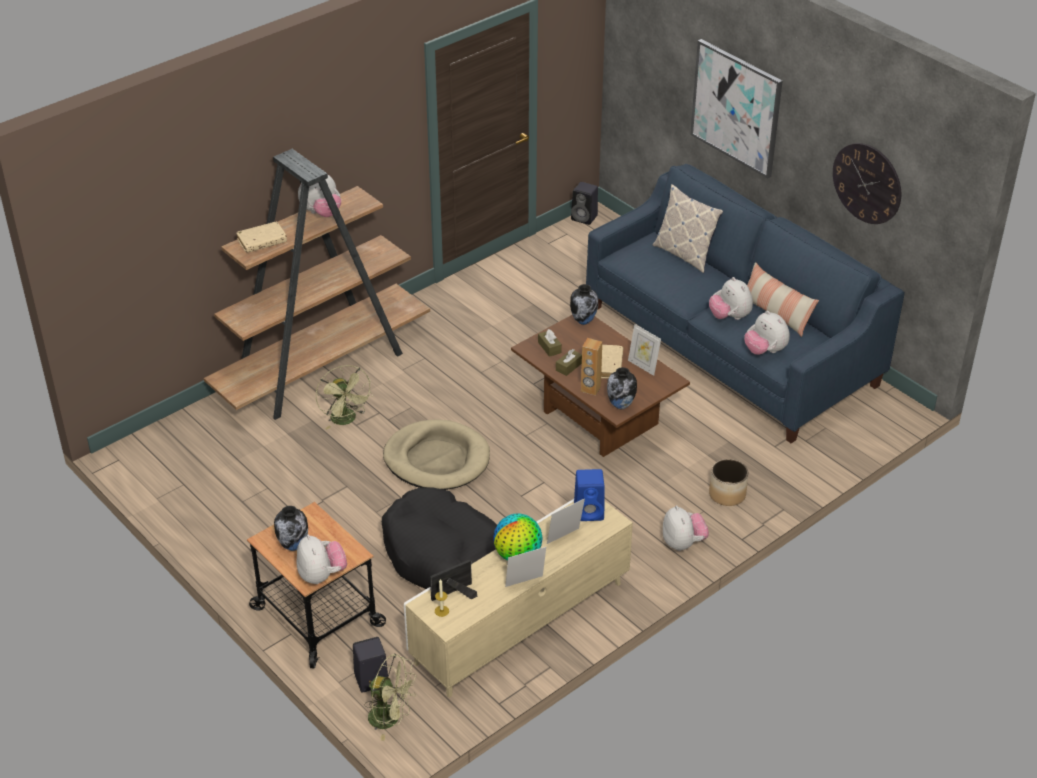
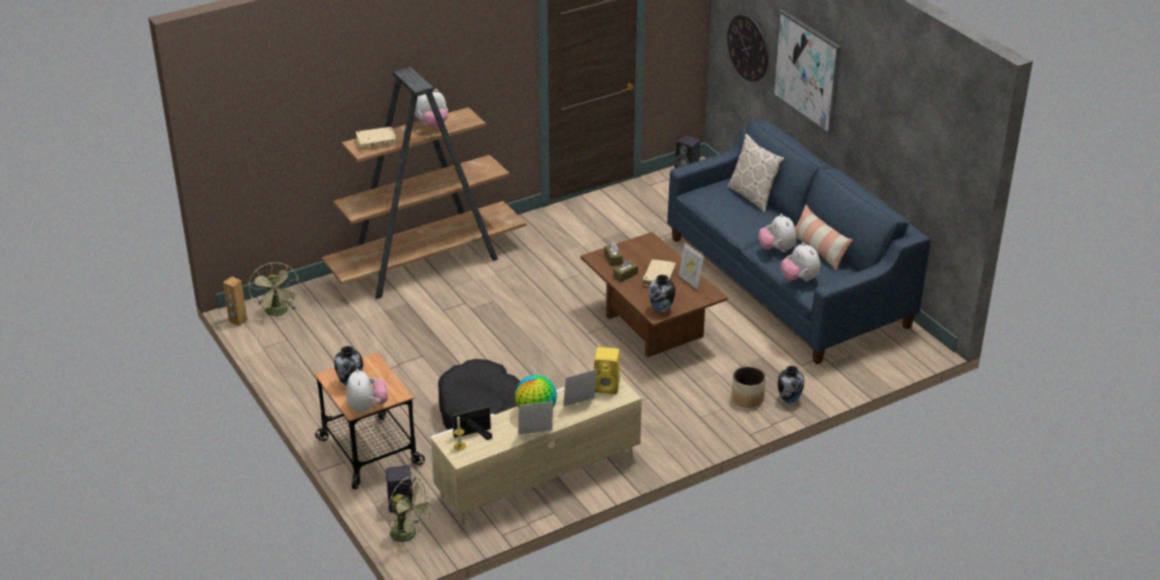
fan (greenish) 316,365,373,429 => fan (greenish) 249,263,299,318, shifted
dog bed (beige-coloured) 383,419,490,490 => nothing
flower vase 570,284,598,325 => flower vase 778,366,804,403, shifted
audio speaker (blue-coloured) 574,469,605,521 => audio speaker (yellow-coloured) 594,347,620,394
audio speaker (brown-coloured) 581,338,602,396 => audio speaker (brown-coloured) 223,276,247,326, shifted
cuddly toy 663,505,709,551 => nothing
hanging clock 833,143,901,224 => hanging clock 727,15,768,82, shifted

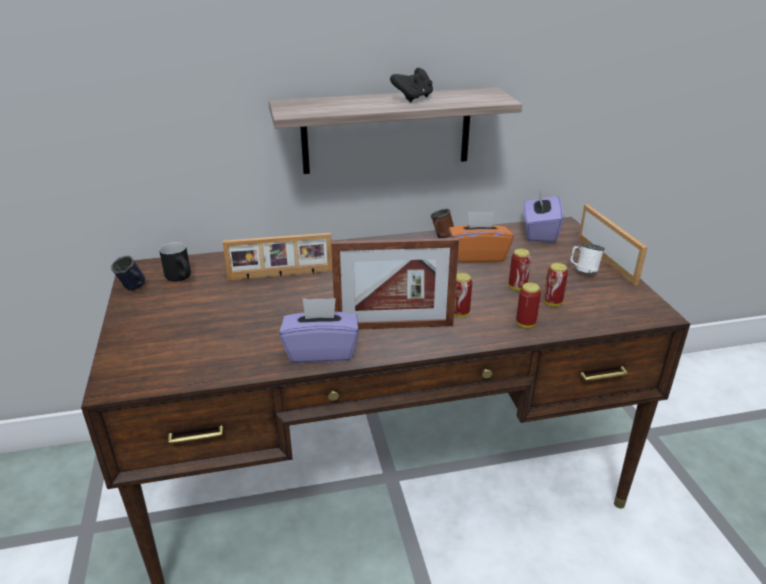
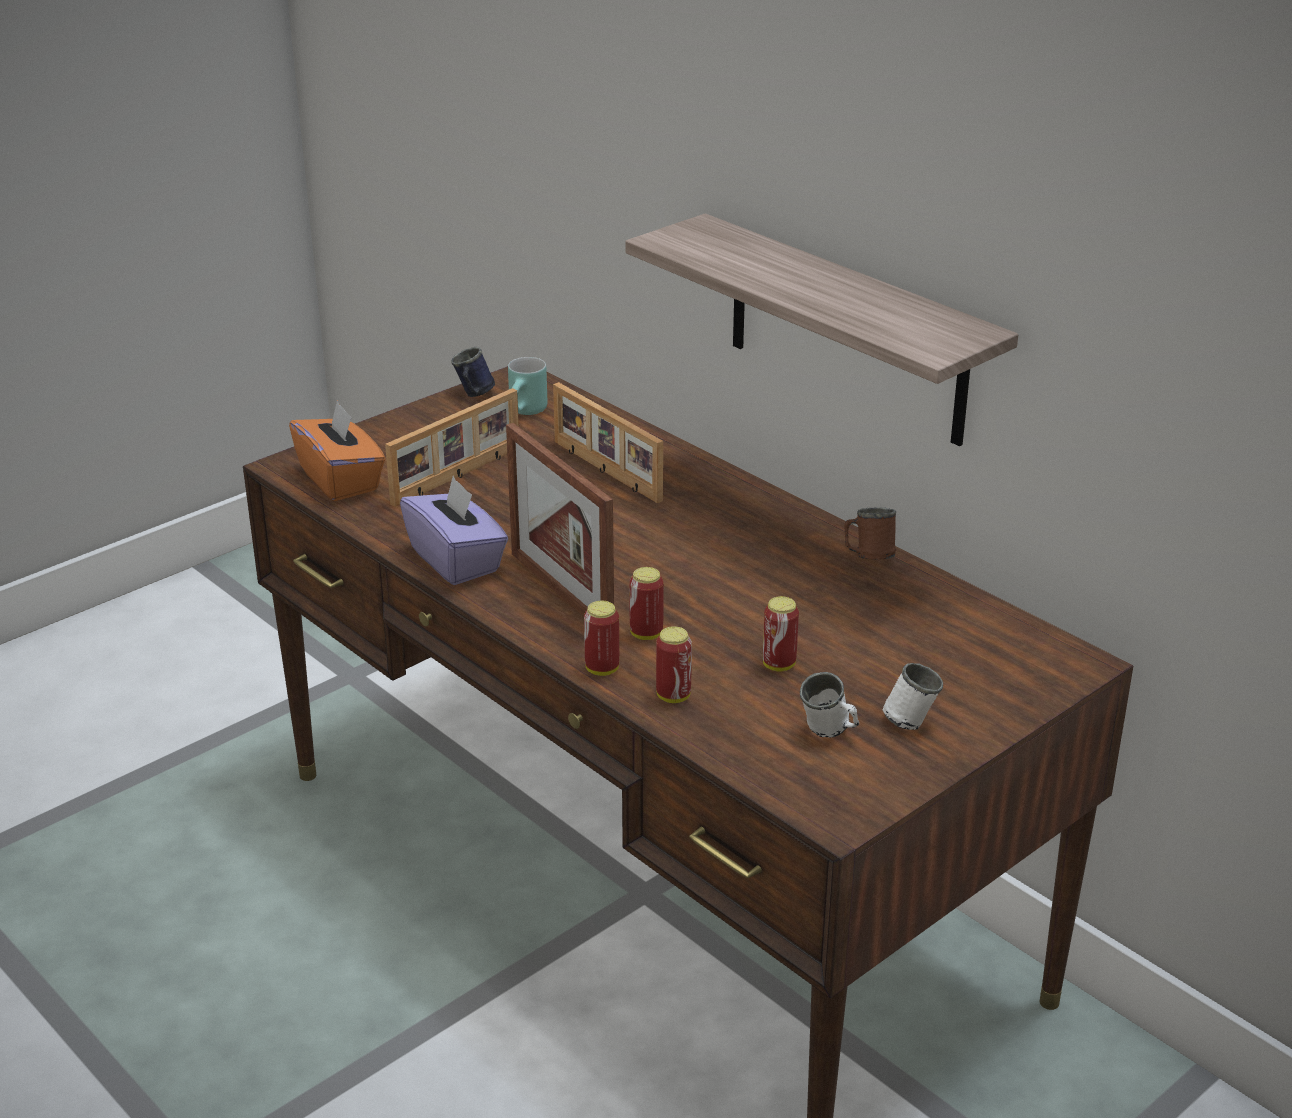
coffee mug (black) 159,242,191,281 => coffee mug (turquoise-coloured) 508,357,548,415
gamepad (black) 390,68,433,102 => nothing
tissue box (orange) 448,211,514,263 => tissue box (orange) 289,400,385,501, shifted
tissue box (purple) 523,188,563,243 => nothing
sealed can 544,263,568,306 => sealed can 584,601,619,676, shifted
photo frame 578,204,648,286 => photo frame 385,388,519,507, shifted
nothing => coffee mug (whitish) 800,672,859,738

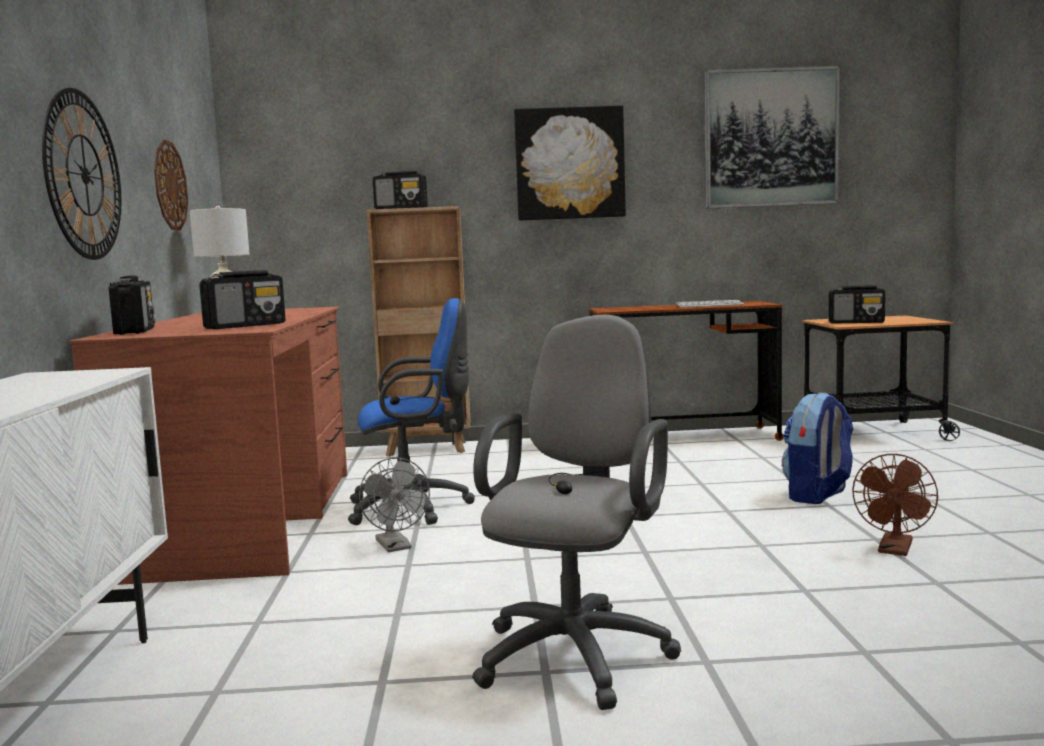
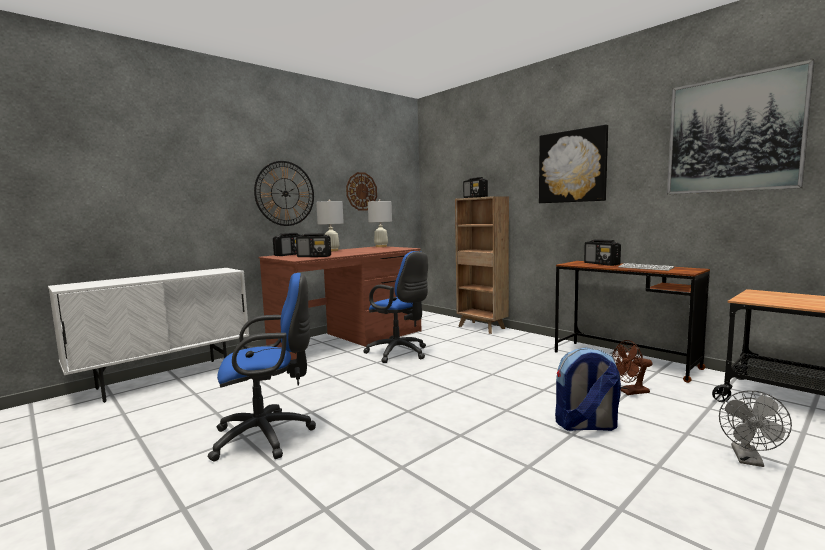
fan (greyish) 359,457,430,552 => fan (greyish) 719,390,792,467, shifted
office chair (greyish) 472,315,681,710 => office chair (blue-coloured) 208,273,316,462
radio receiver 829,285,885,324 => radio receiver 584,239,621,266, shifted
fan (brown-coloured) 852,454,938,556 => fan (brown-coloured) 612,340,653,395, shifted
nothing => lamp for a table (whitish) 316,200,344,251

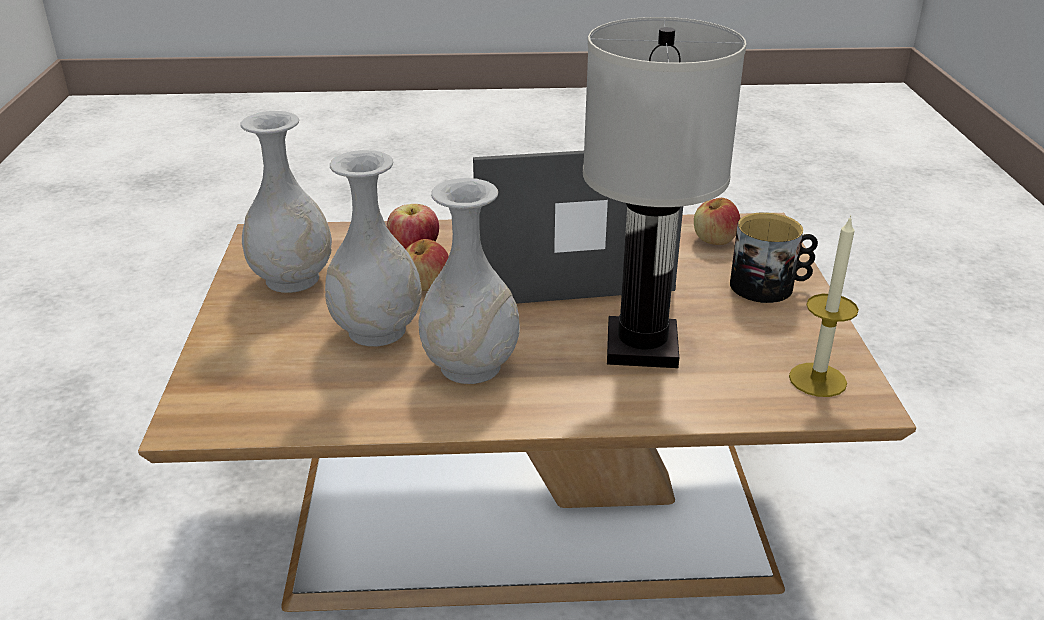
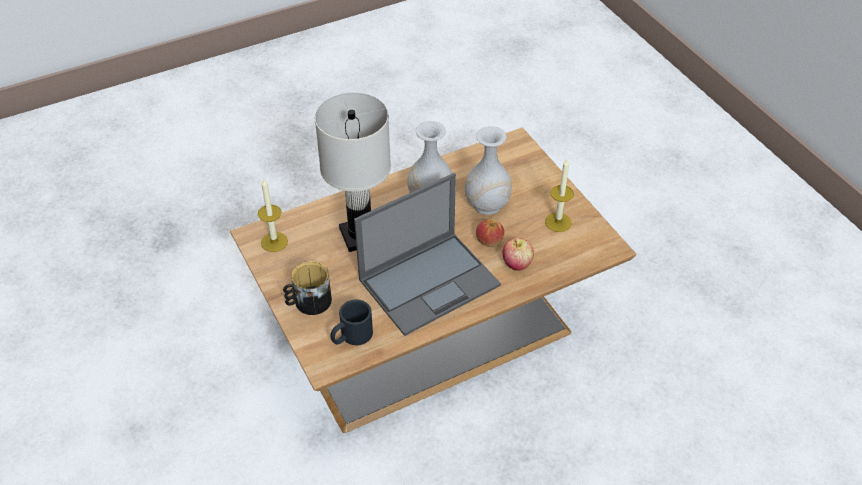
flower vase (whitish) 240,111,332,293 => wax light 545,159,574,232
apple fruit 694,198,740,245 => coffee mug (black) 331,299,373,345

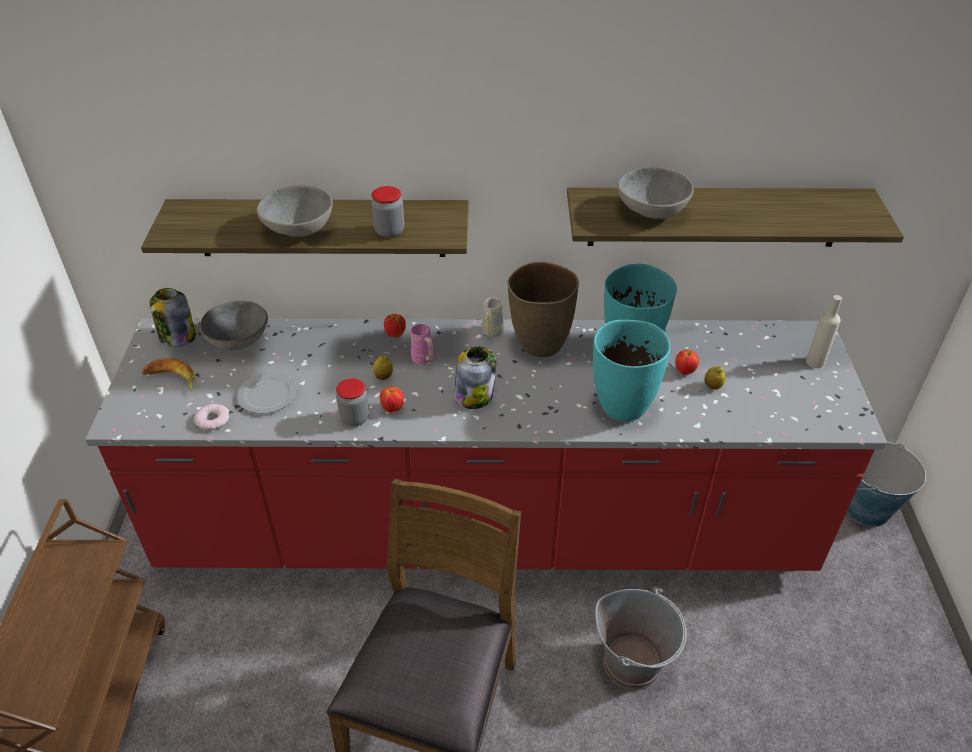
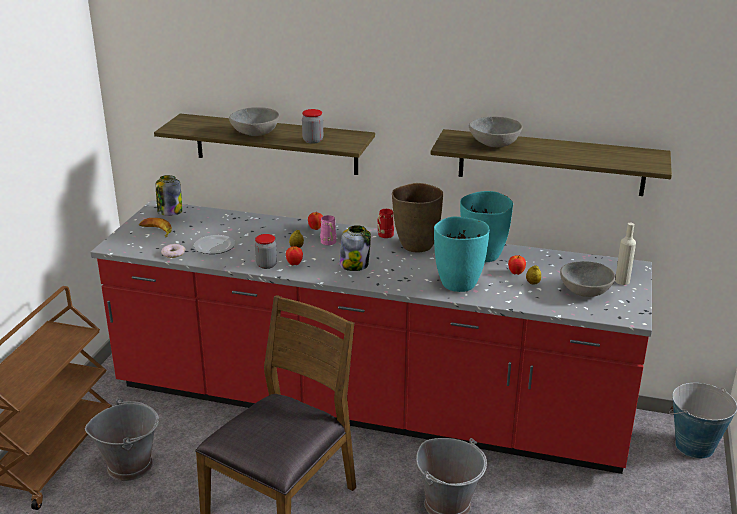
deep dish (greyish) 200,301,268,350 => deep dish (greyish) 560,261,616,297, shifted
coffee mug (beige-coloured) 482,298,504,337 => coffee mug (reddish) 378,209,394,238
nothing => pail (greyish) 85,398,159,481

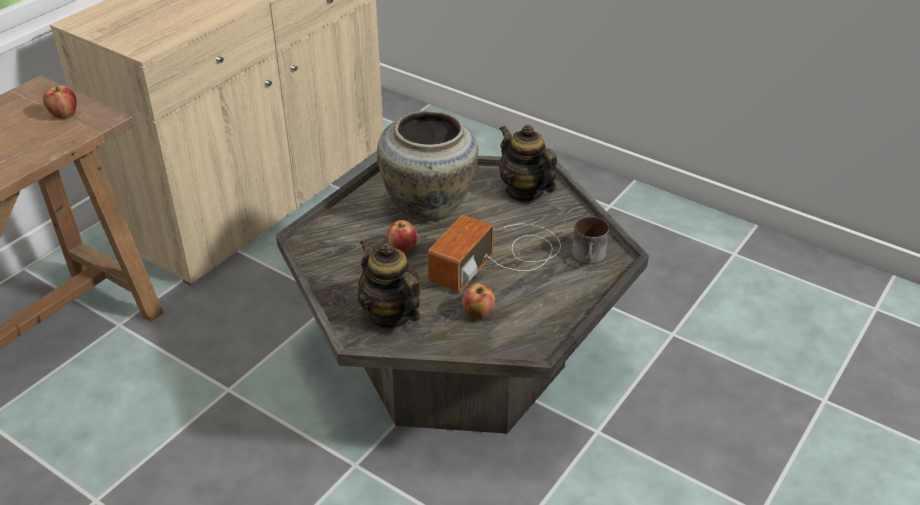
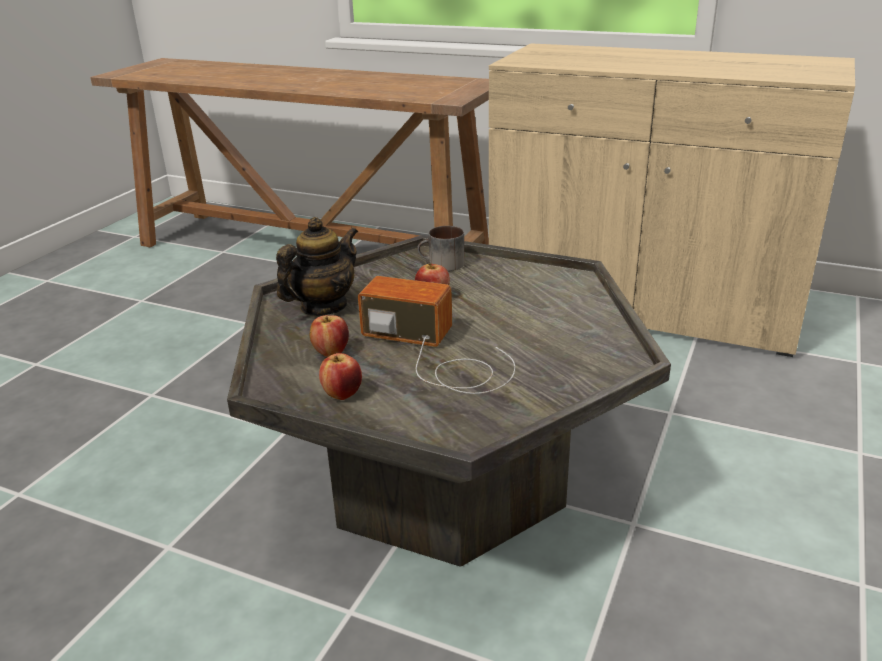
apple fruit 43,85,77,119 => apple fruit 319,353,362,400, shifted
flower vase (beige-coloured) 377,110,478,222 => nothing
tea pot 499,125,557,202 => nothing
coffee mug 572,216,609,264 => coffee mug 417,226,465,271, shifted

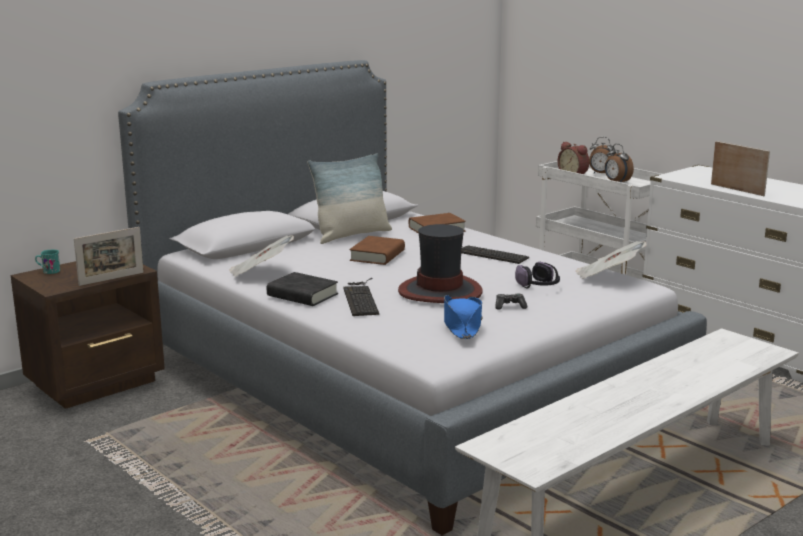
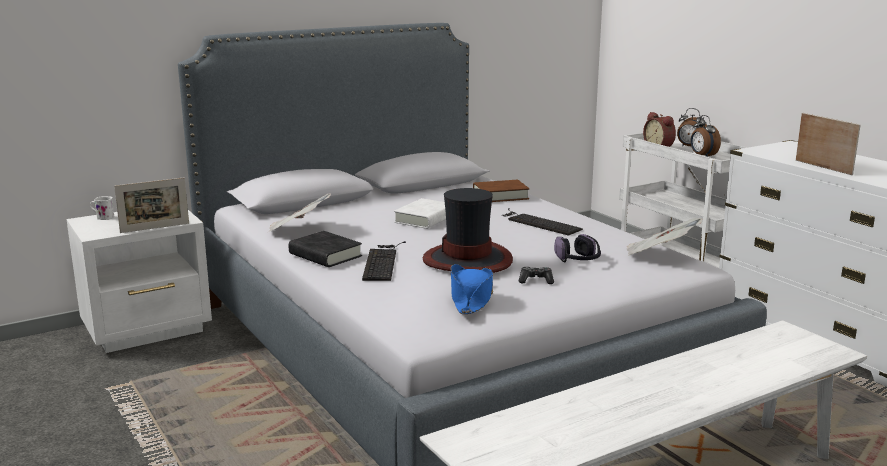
bedside table (brown-coloured) 11,261,165,409 => bedside table (whitish) 66,210,212,353
coffee mug (turquoise-coloured) 35,250,60,274 => coffee mug (whitish) 90,196,114,220
throw pillow 307,153,392,244 => nothing
volume (brown-coloured) 350,236,405,265 => volume (whitish) 394,198,446,229

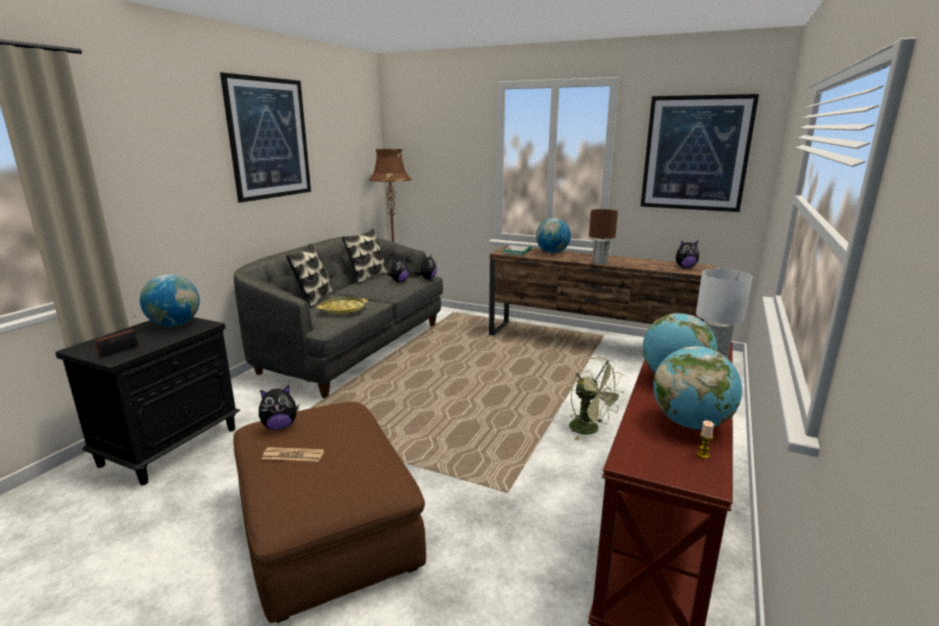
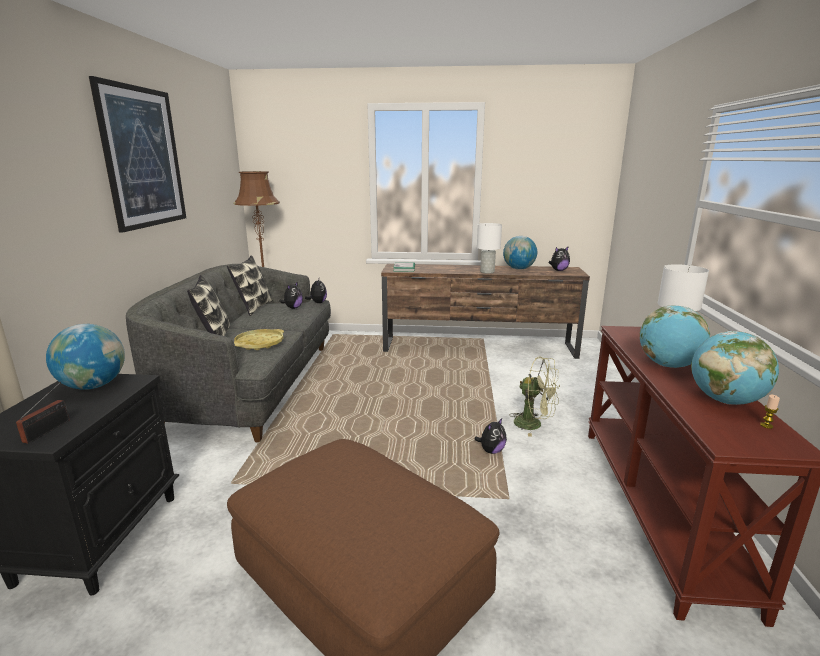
cuddly toy 259,386,299,430 => cuddly toy 475,418,507,454, shifted
daily paper 262,447,324,462 => nothing
globe 536,218,571,253 => globe 503,236,537,270, shifted
lamp for a table (brown-coloured) 589,209,618,264 => lamp for a table (whitish) 477,223,502,274
wall art 641,94,759,212 => nothing

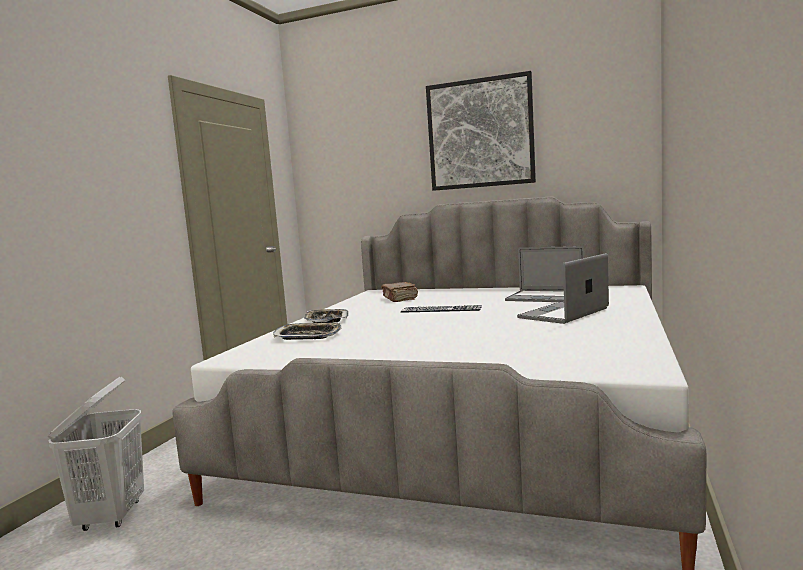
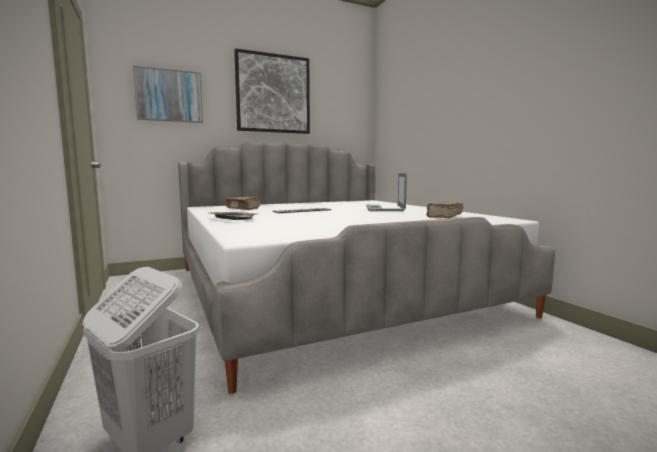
serving tray 273,322,342,340 => nothing
laptop 505,246,585,302 => nothing
nothing => wall art 133,66,203,123
nothing => volume (brown-coloured) 426,201,464,219

